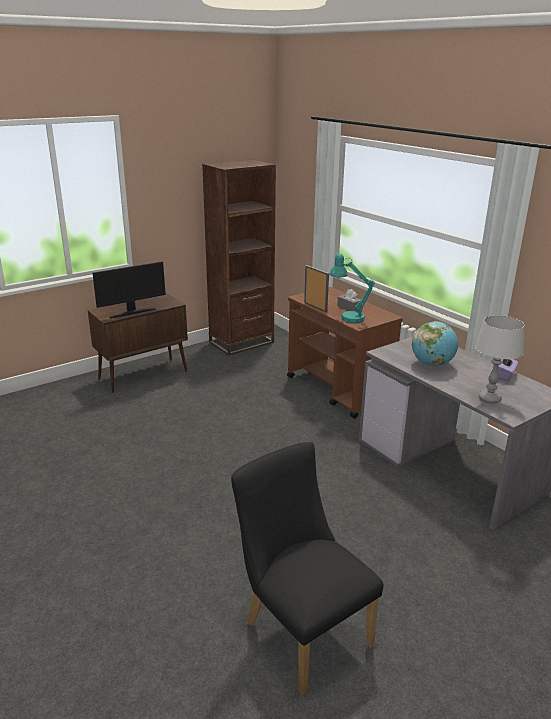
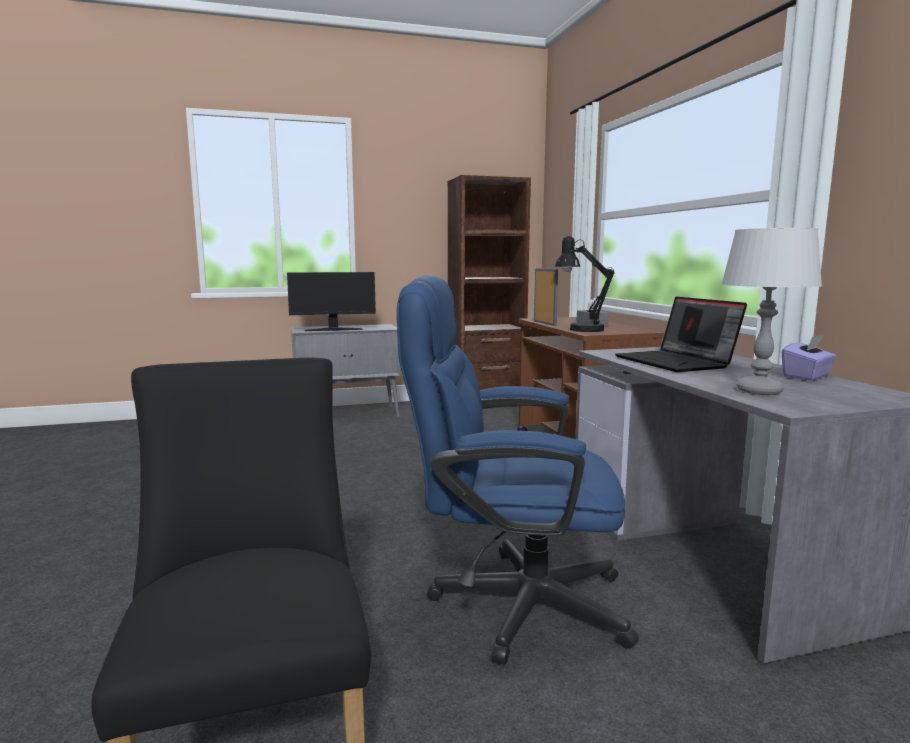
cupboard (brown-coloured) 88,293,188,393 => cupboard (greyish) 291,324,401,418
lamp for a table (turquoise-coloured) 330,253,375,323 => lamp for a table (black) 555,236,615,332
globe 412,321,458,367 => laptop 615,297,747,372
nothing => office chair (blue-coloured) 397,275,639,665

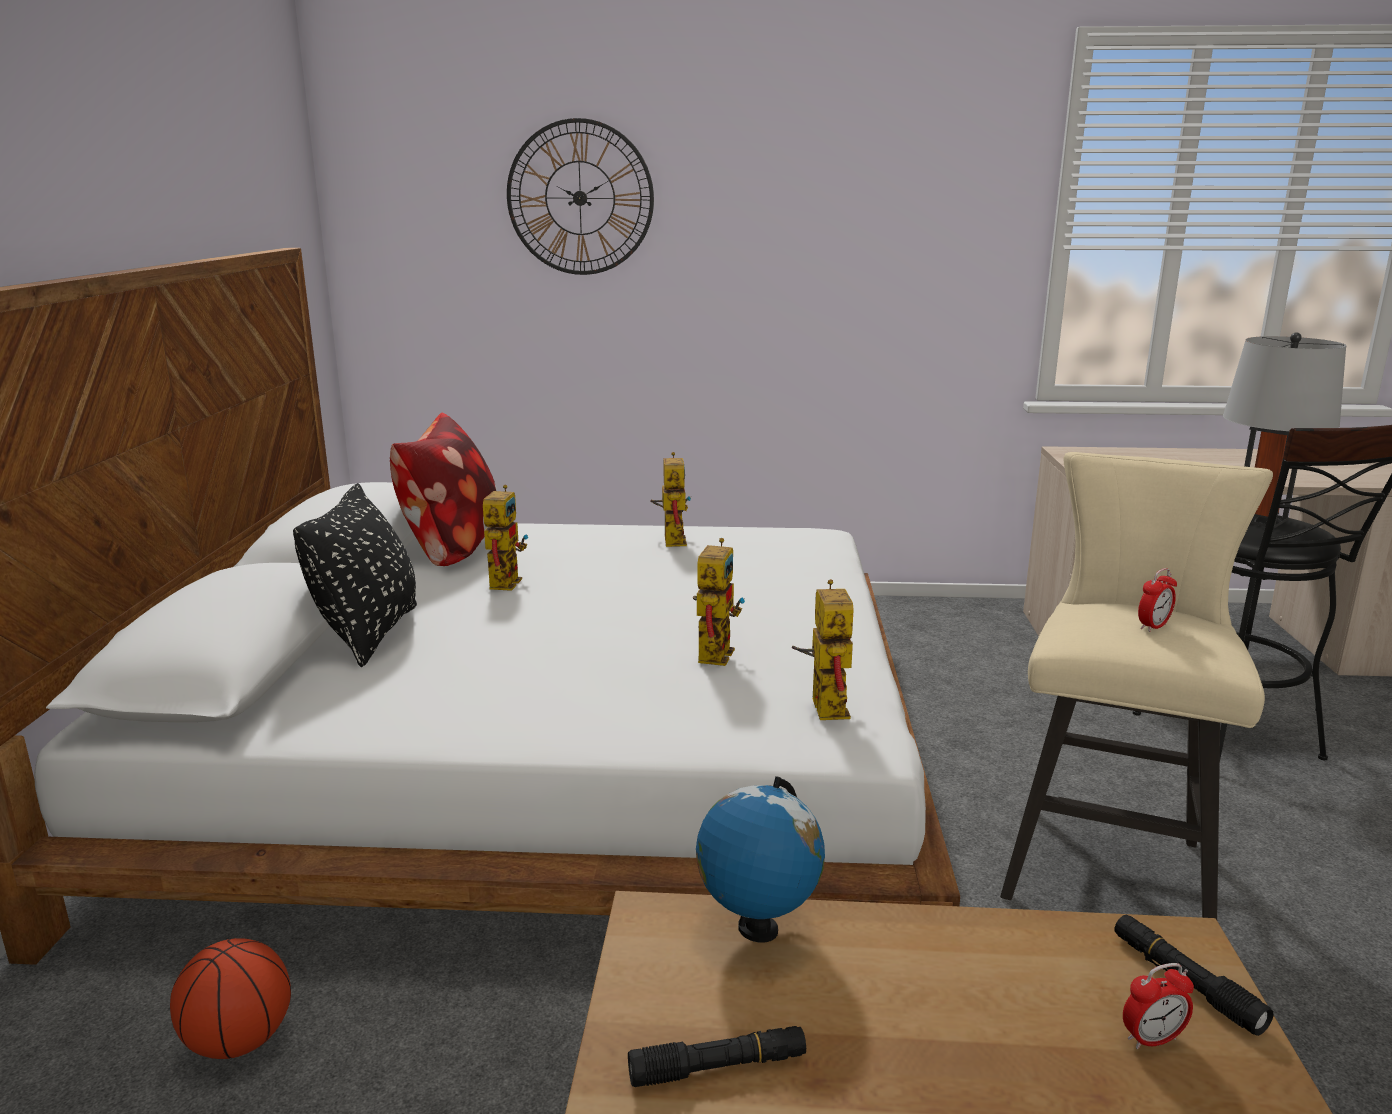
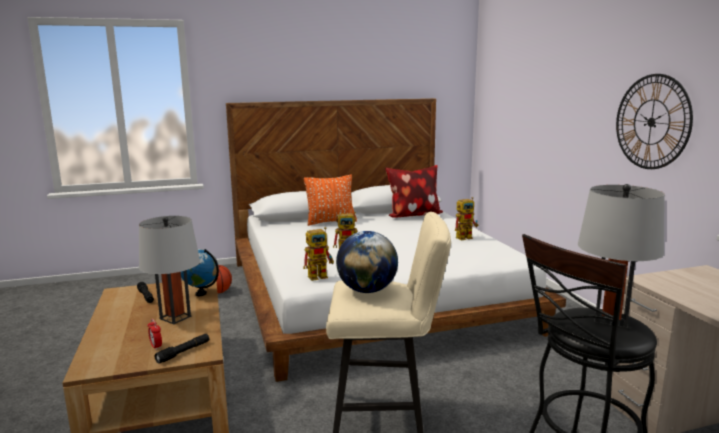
throw pillow (black) 293,483,417,667 => throw pillow (orange) 304,175,357,226
robot figure 483,485,528,591 => nothing
hanging clock 507,118,654,275 => hanging clock 616,74,693,169, shifted
table clock 1138,568,1177,632 => globe 336,231,398,293
nothing => lamp for a table (greyish) 139,216,200,324

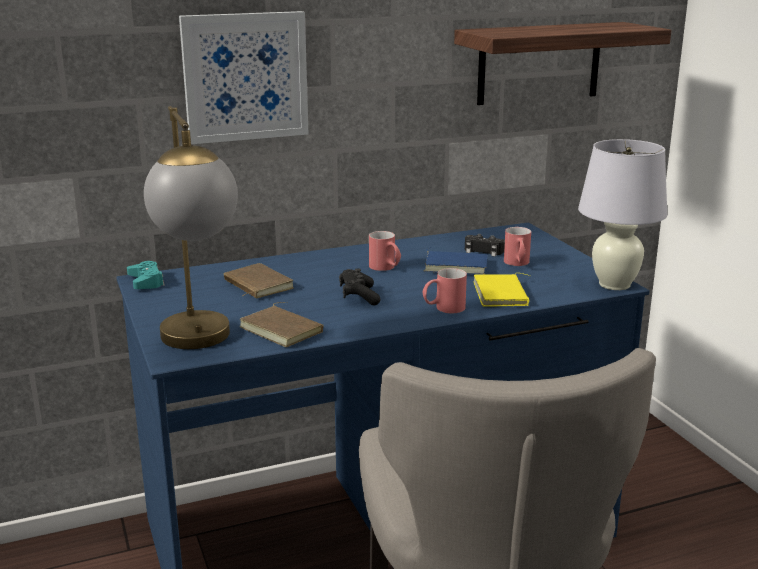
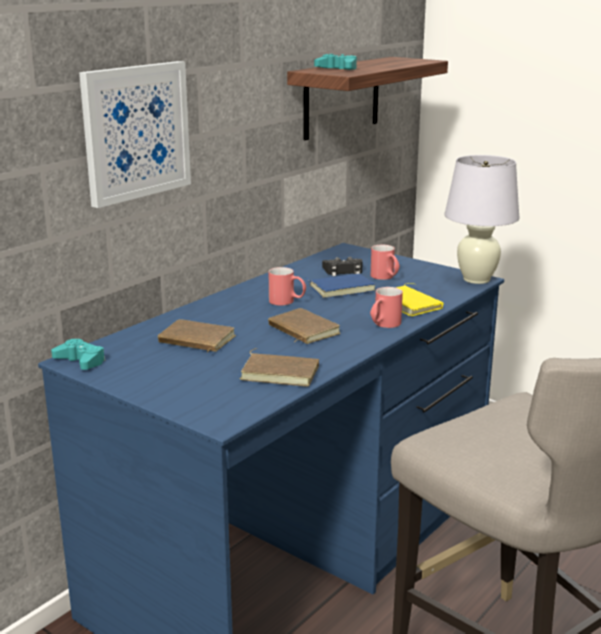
lamp for a table 144,106,238,349 => nothing
gamepad (black) 339,268,380,306 => volume (brown-coloured) 268,308,340,344
nothing => gamepad (turquoise-coloured) 314,54,357,70

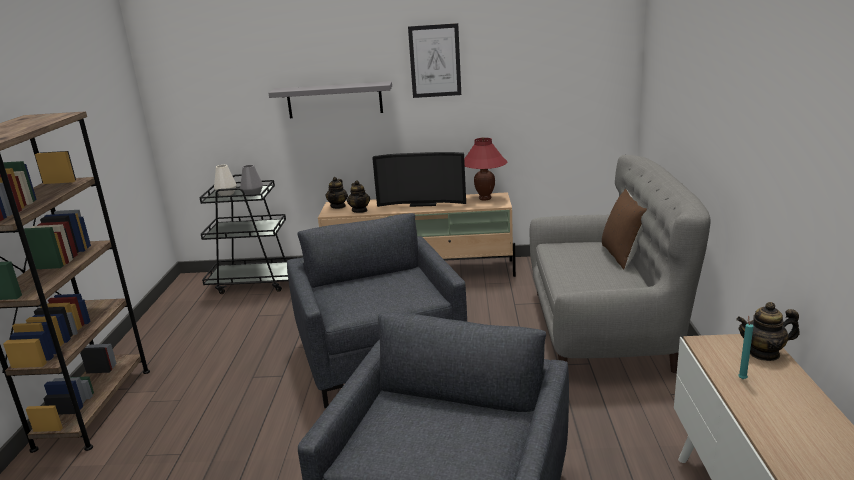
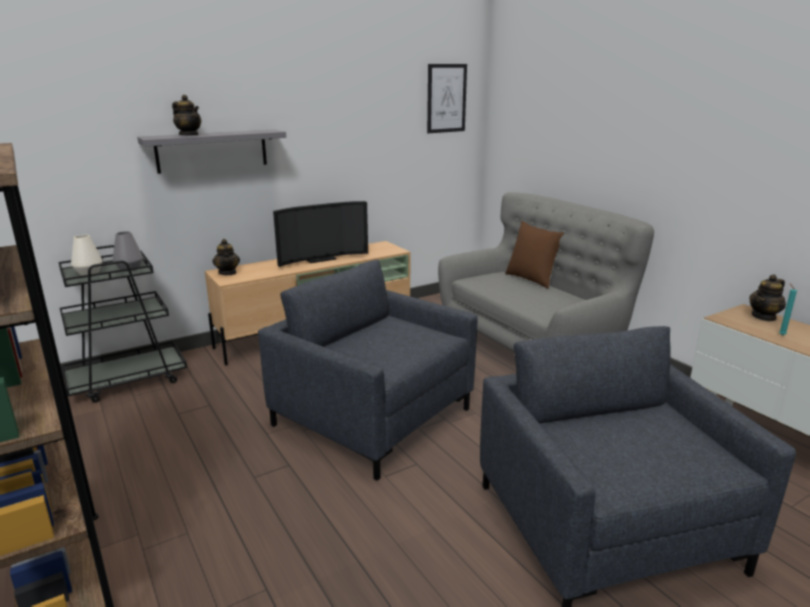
tea pot 347,180,370,213 => tea pot 172,95,201,136, shifted
wall art 408,23,461,98 => wall art 427,64,467,133, shifted
lamp for a table (reddish) 464,137,507,200 => nothing

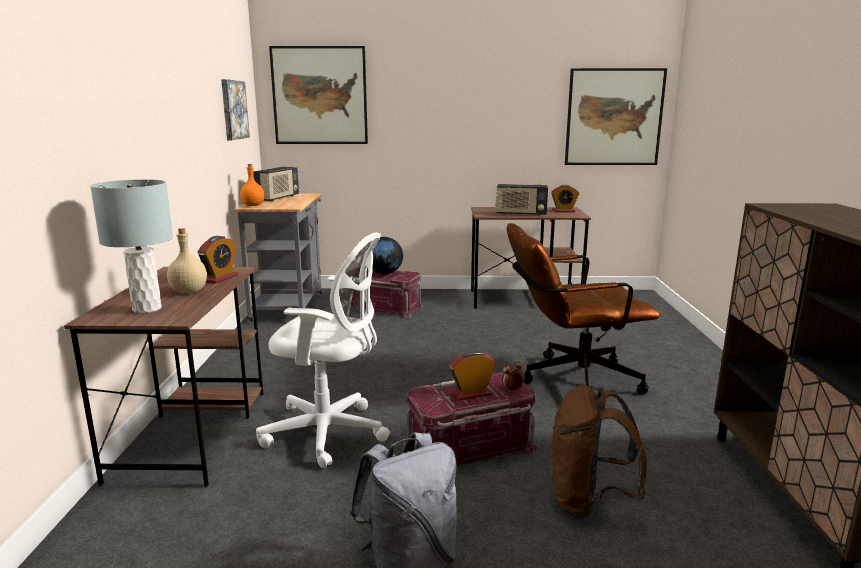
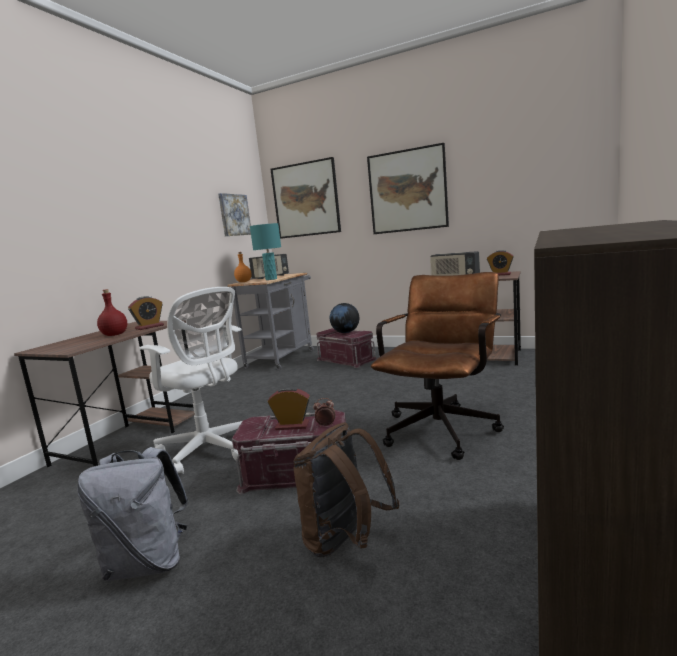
lamp for a table (greyish) 90,179,173,313 => nothing
bottle (beige-coloured) 167,228,207,294 => bottle (reddish) 97,289,127,336
office chair (brown-coloured) 507,223,660,394 => office chair (brown-coloured) 371,272,504,460, 105 degrees clockwise
wall art 565,68,667,165 => wall art 367,143,449,234, shifted
nothing => lamp for a table (turquoise-coloured) 250,223,281,280

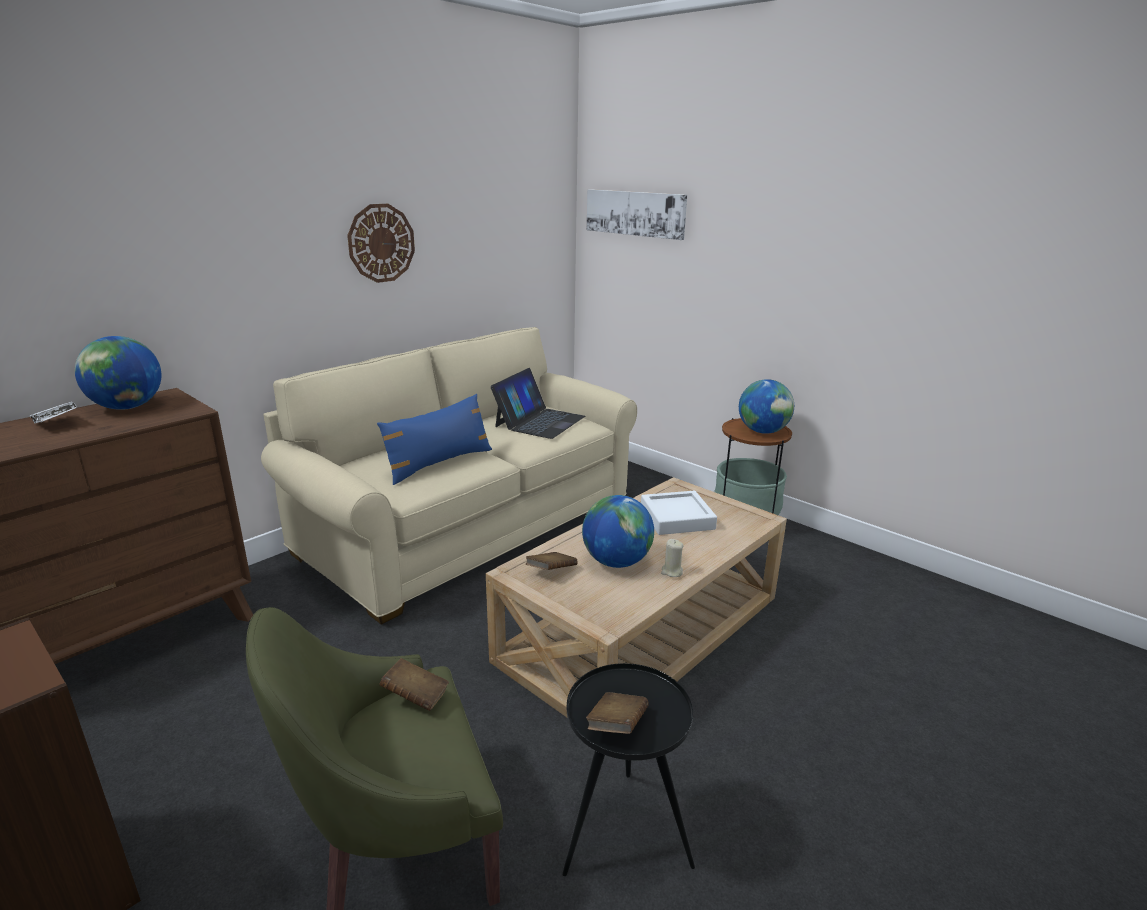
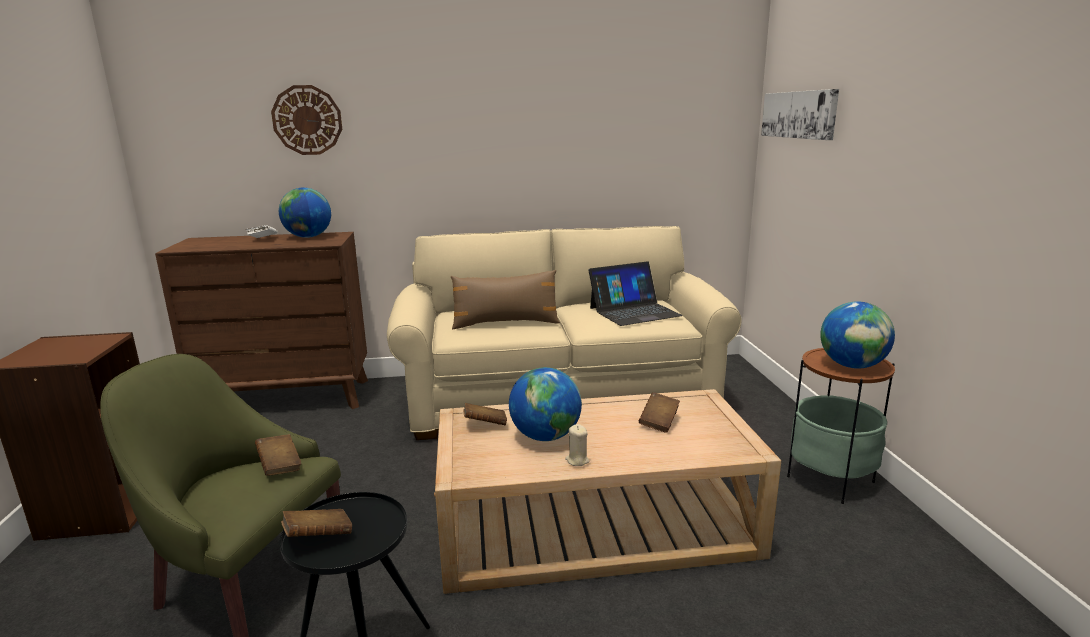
hanging clock 347,204,415,283 => hanging clock 271,85,342,155, shifted
throw pillow (blue-coloured) 377,394,492,485 => throw pillow (brown-coloured) 451,270,560,330
serving tray (whitish) 641,491,717,535 => volume (brown-coloured) 639,392,680,433

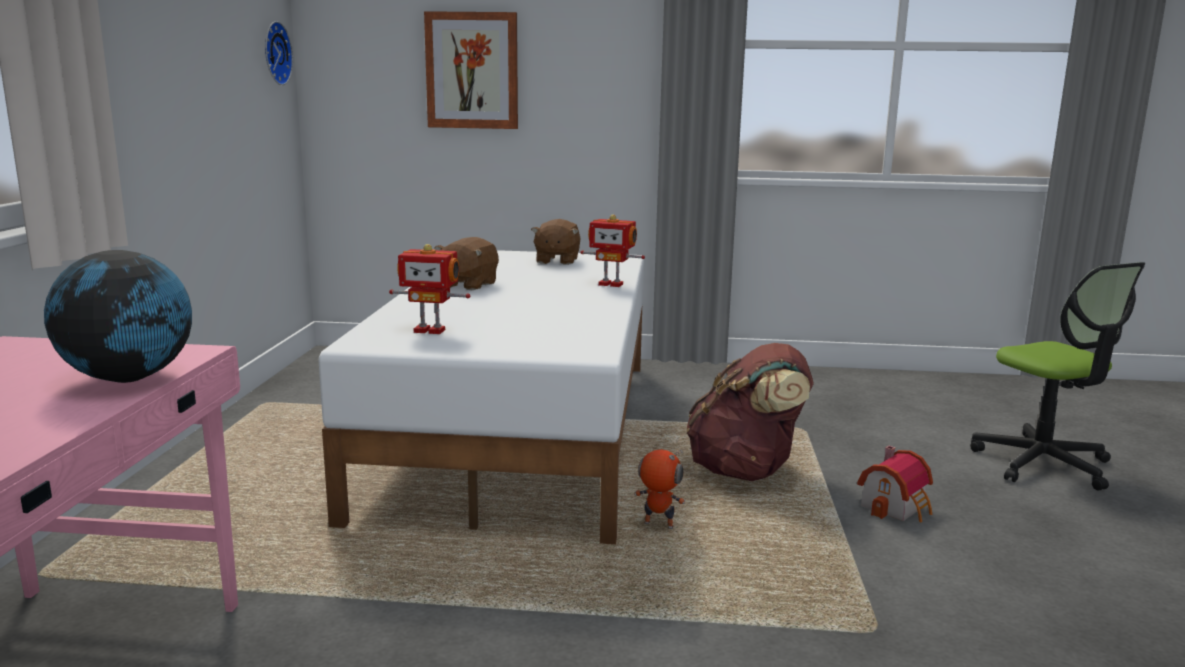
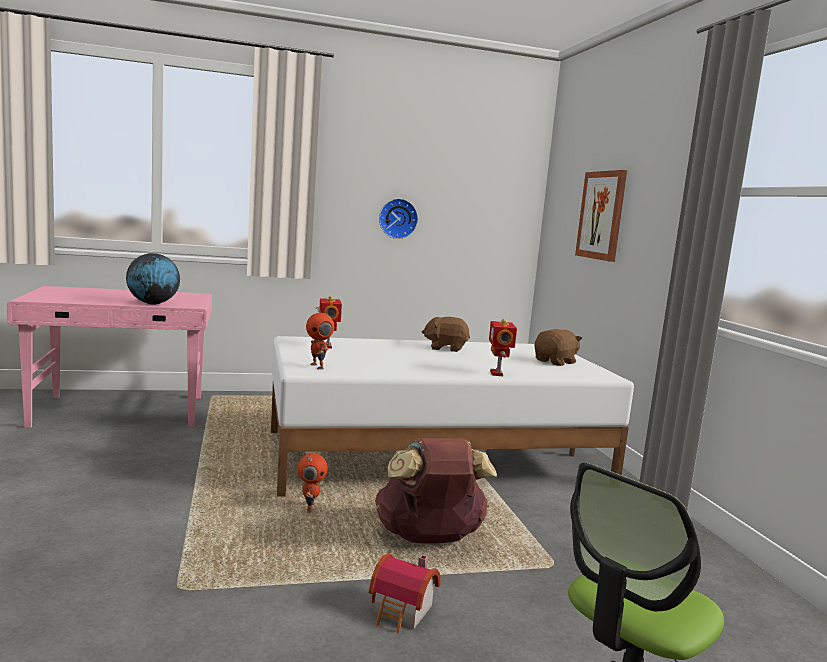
hanging clock 265,21,293,85 => hanging clock 379,198,418,239, shifted
cuddly toy (brown-coloured) 531,219,581,265 => cuddly toy (brown-coloured) 535,329,582,366, 150 degrees clockwise
nothing => robot figure 306,306,334,370

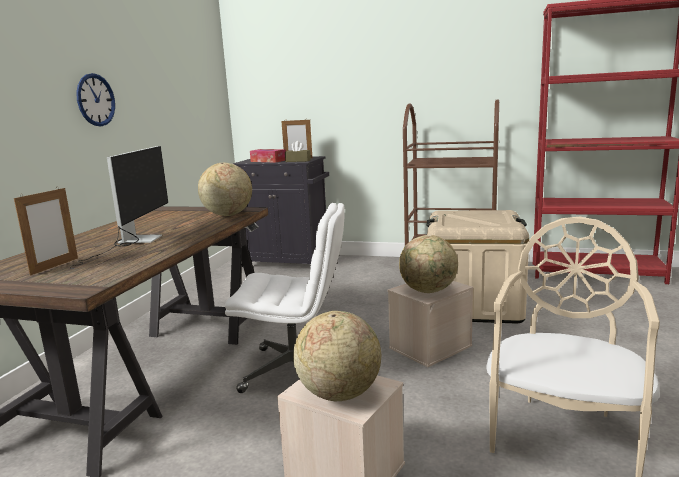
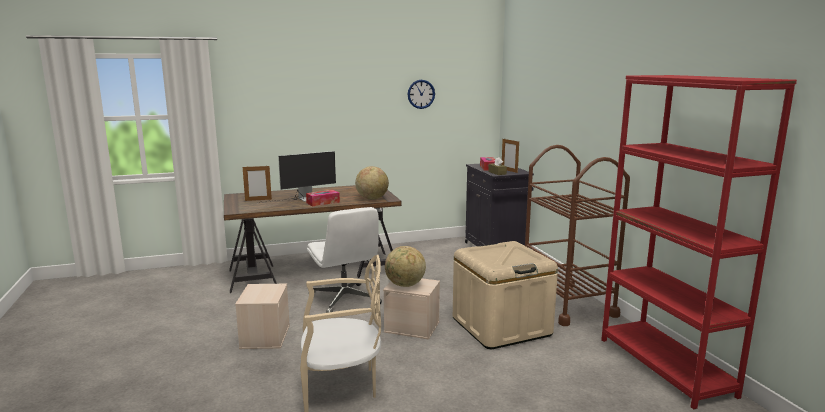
hanging clock 76,73,115,126 => hanging clock 408,80,435,109, shifted
globe 293,311,381,401 => nothing
nothing => tissue box 306,190,340,206

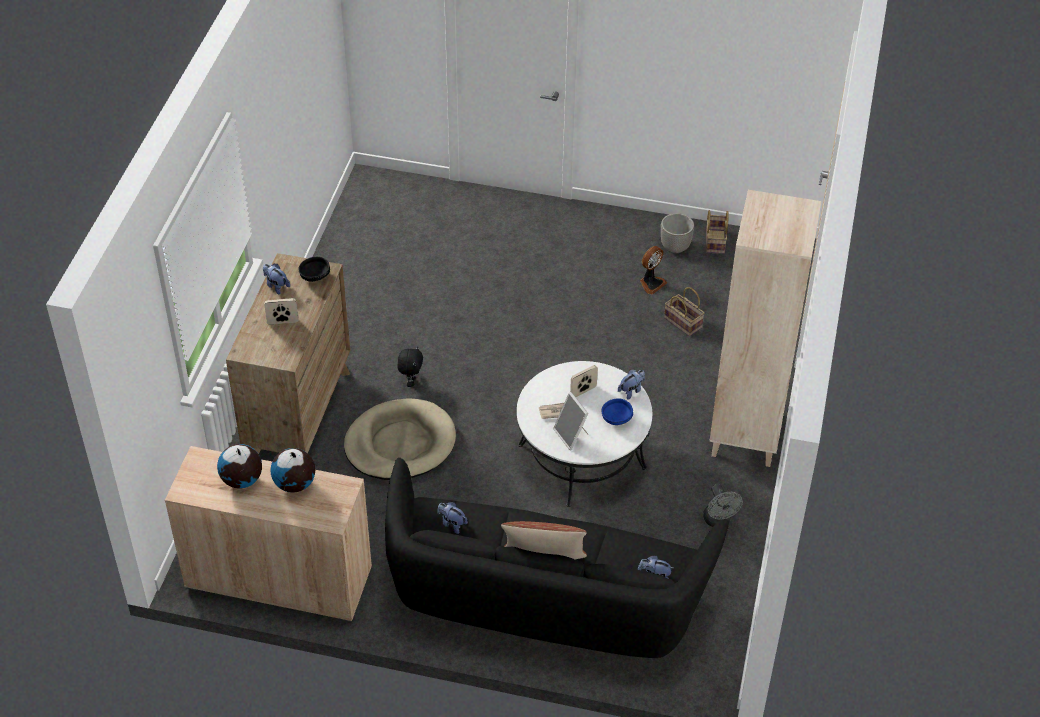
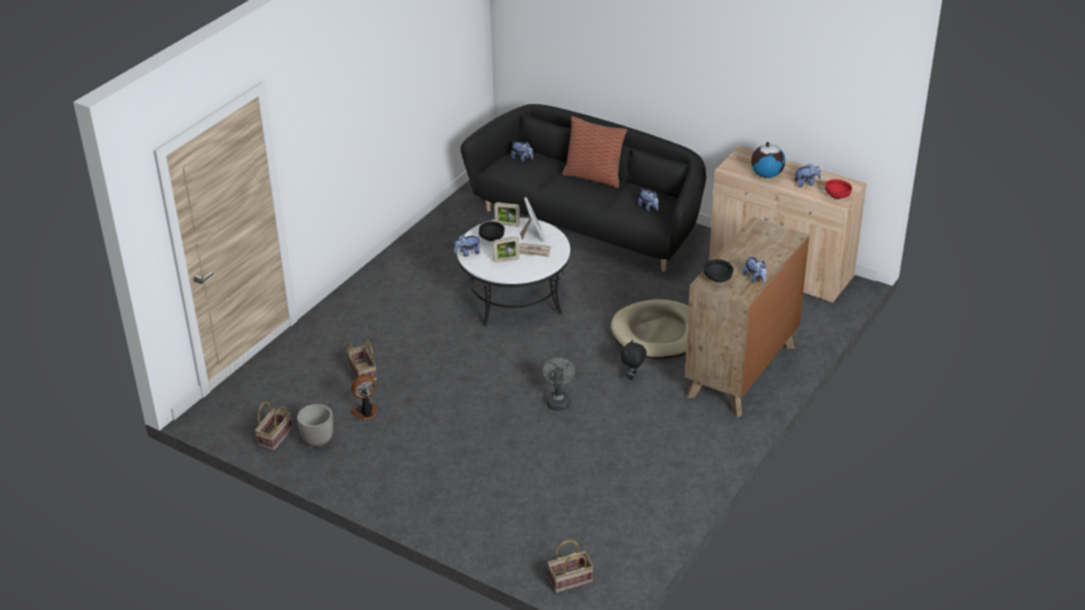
globe 217,444,262,489 => cuddly toy 795,163,821,187
photo frame 264,298,298,325 => photo frame 494,202,520,227, shifted
deep dish (blue-coloured) 601,398,633,425 => deep dish (black) 479,221,505,241
fan (greyish) 703,484,743,527 => fan (greyish) 543,358,575,411, shifted
bookcase (beige-coloured) 709,190,822,467 => nothing
nothing => basket 547,540,593,593
nothing => deep dish (reddish) 825,179,852,199

